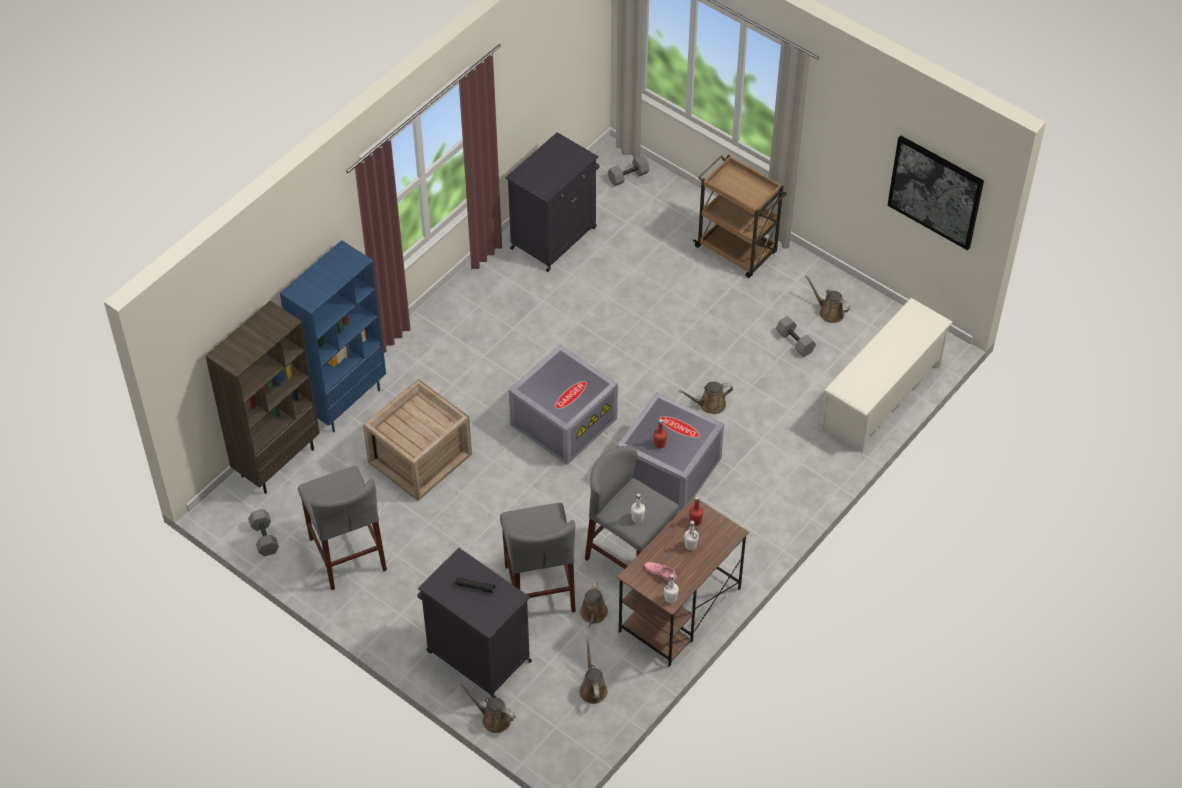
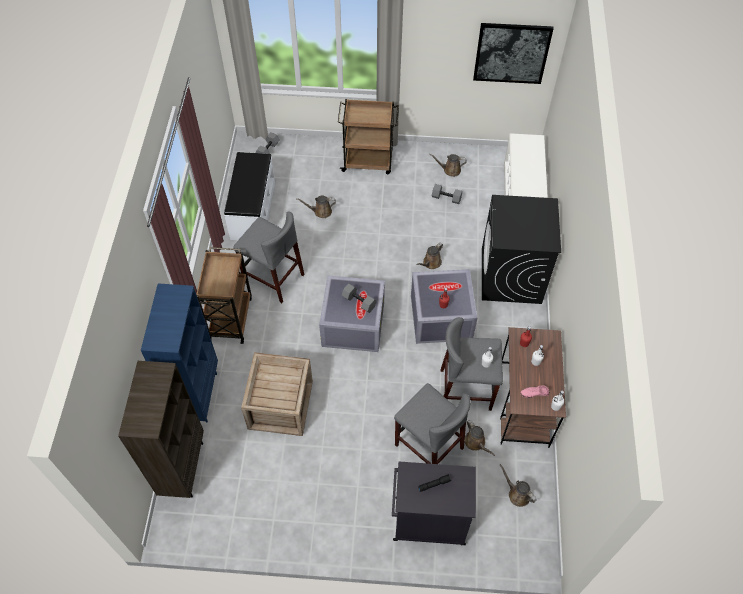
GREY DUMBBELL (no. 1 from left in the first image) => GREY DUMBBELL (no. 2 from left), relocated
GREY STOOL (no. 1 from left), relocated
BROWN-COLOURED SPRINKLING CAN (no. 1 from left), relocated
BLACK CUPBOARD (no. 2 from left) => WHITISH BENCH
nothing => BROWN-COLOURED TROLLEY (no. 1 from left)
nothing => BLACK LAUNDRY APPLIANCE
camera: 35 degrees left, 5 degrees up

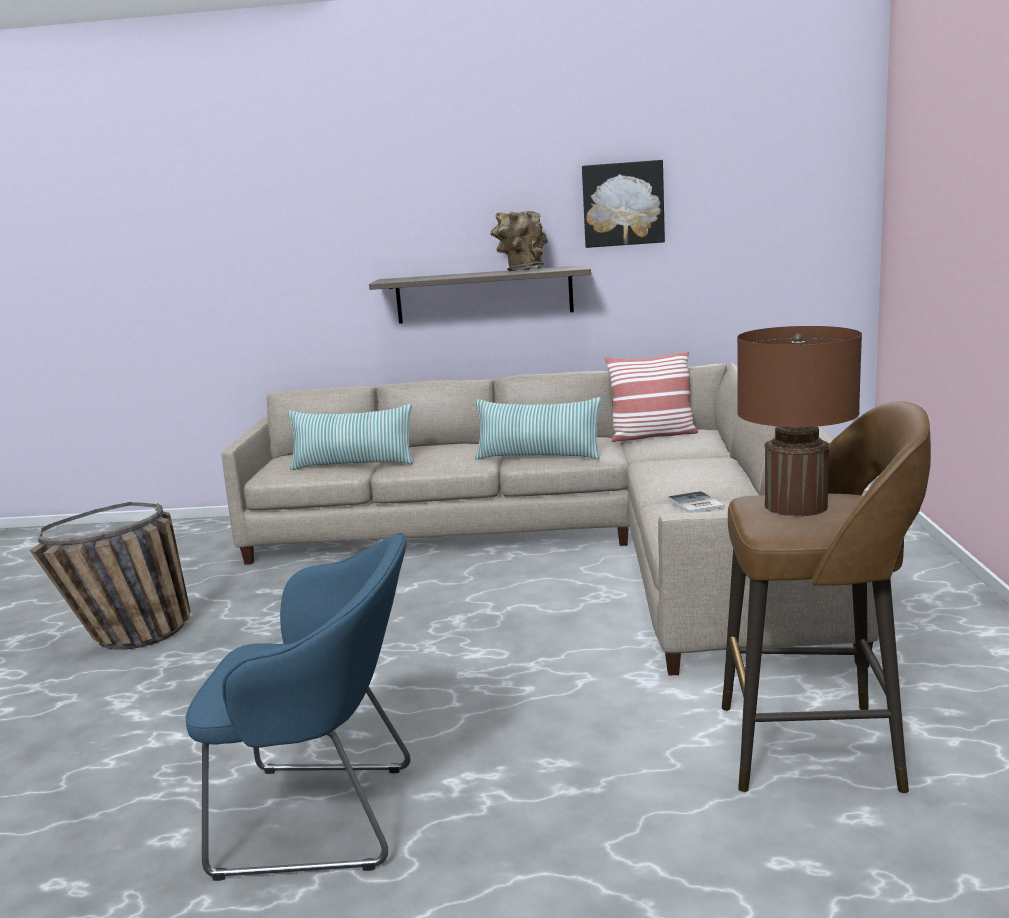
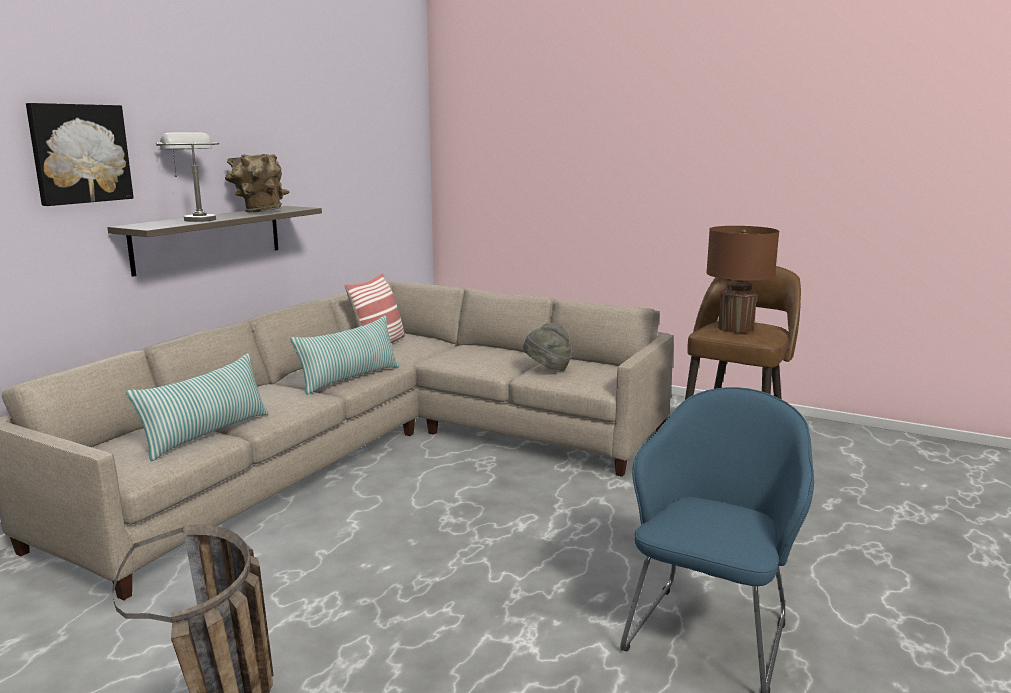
WALL ART, relocated
BOOK => GREY HAT
nothing => GREY LAMP FOR A TABLE
camera: 65 degrees left, 0 degrees up

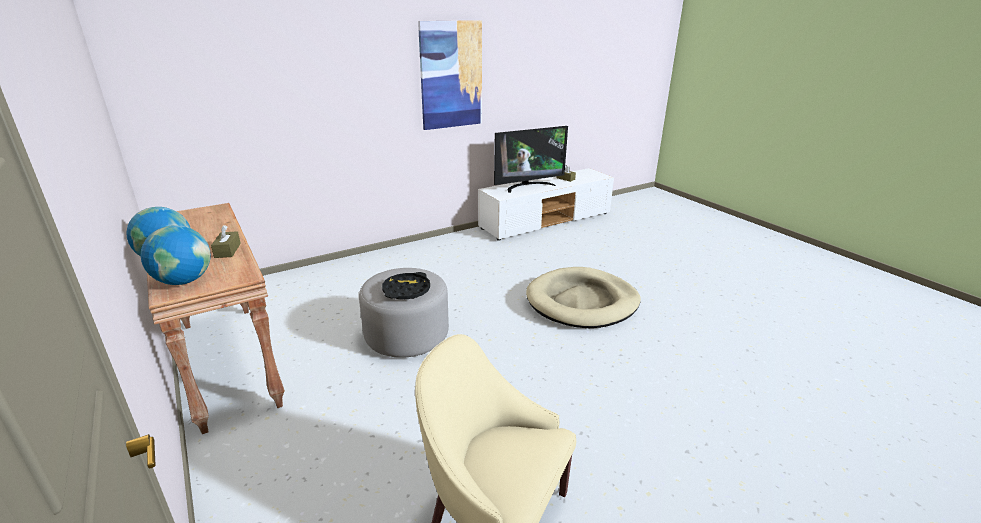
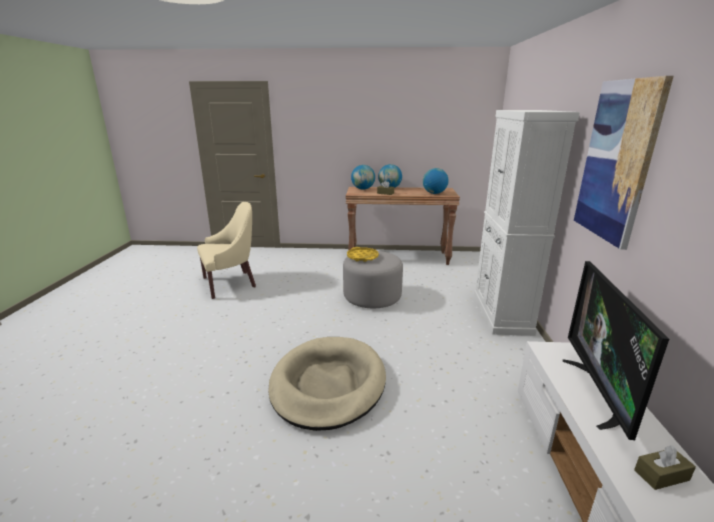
BLACK TRAY => YELLOW-COLOURED TRAY
nothing => GLOBE (no. 3 from left)
nothing => WHITISH CUPBOARD
camera: 125 degrees right, 5 degrees down

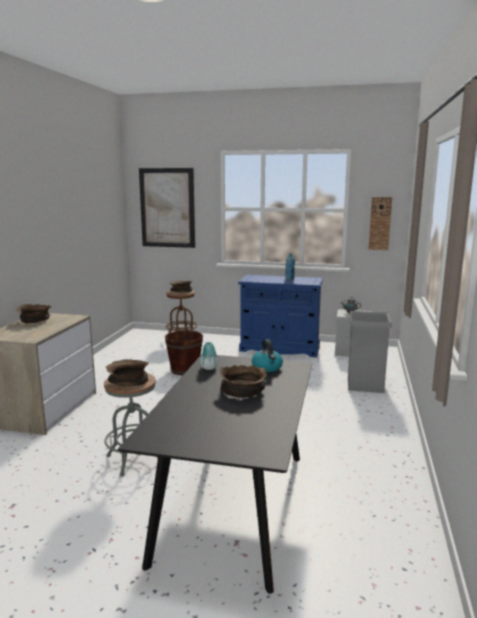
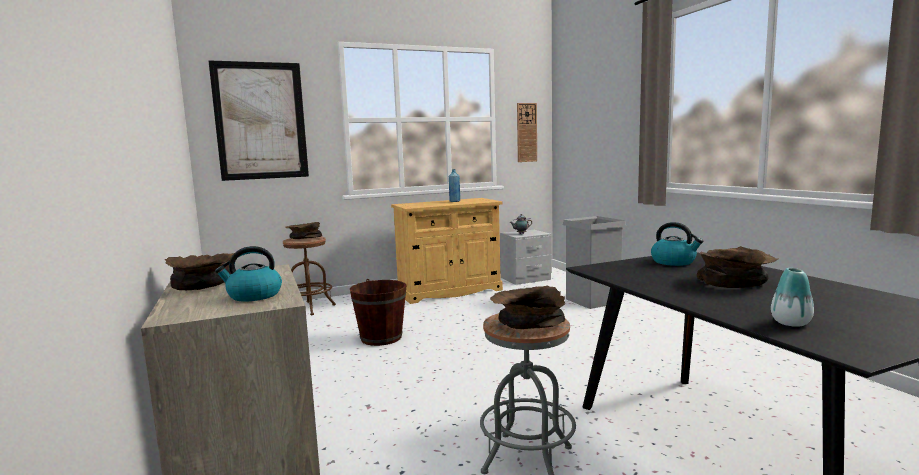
VASE, relocated
BLUE-COLOURED CUPBOARD => SAND-COLOURED CUPBOARD
nothing => KETTLE (no. 1 from left)
camera: 35 degrees left, 5 degrees down

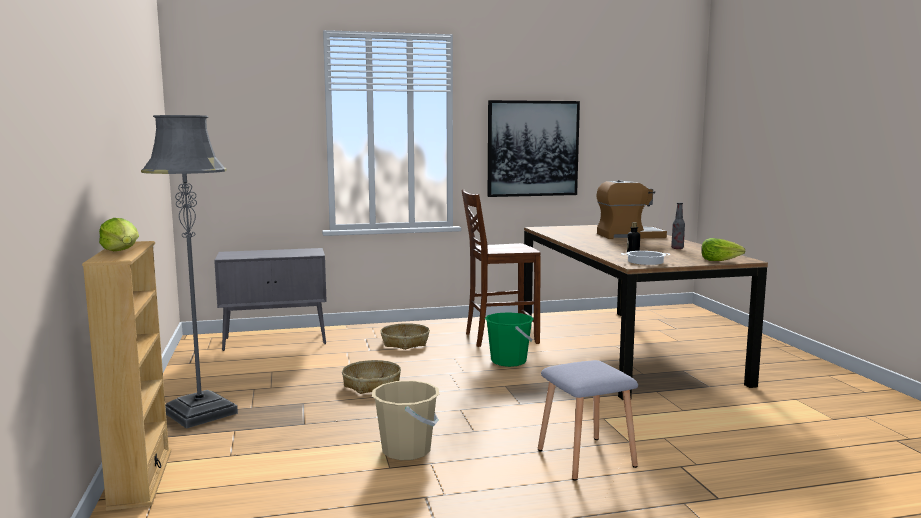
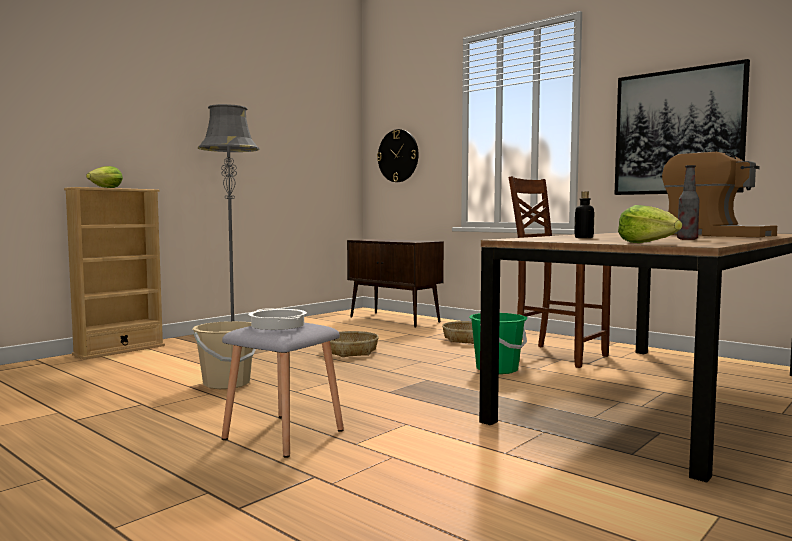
GREY CUPBOARD => BROWN-COLOURED CUPBOARD
STOCKPOT, relocated
nothing => WALL CLOCK
camera: 55 degrees right, 5 degrees down

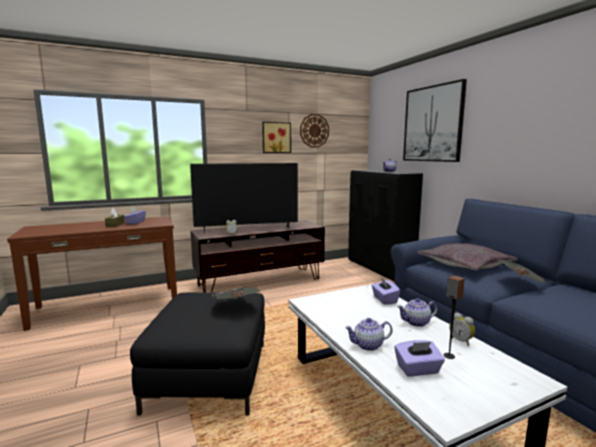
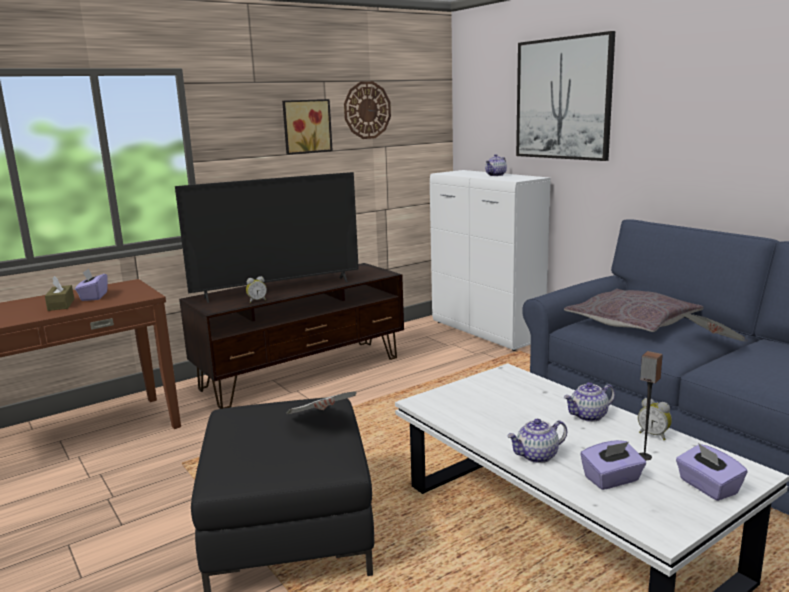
BLACK CUPBOARD => WHITISH CUPBOARD
PURPLISH BOX OF TISSUES (no. 2 from left in the first image) => PURPLISH BOX OF TISSUES (no. 3 from left), relocated
camera: 10 degrees left, 5 degrees up

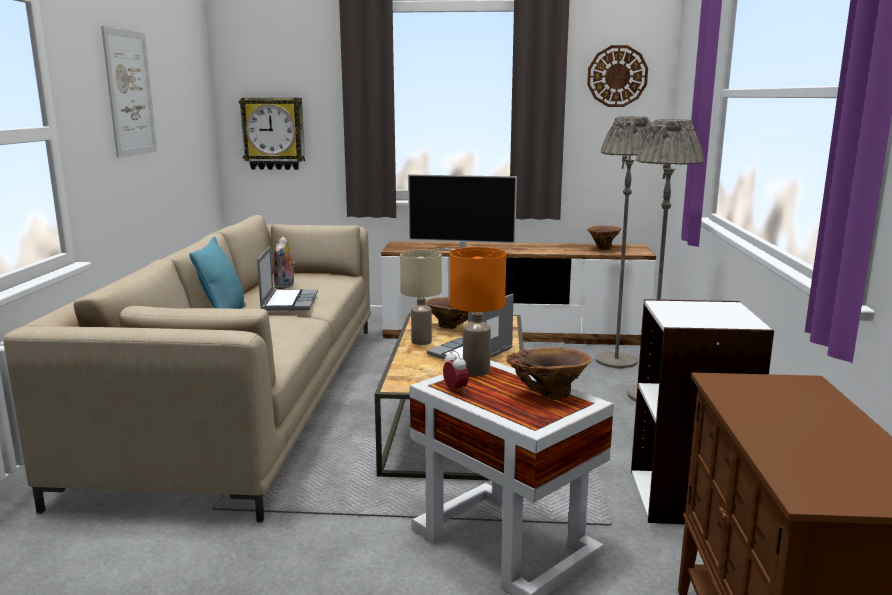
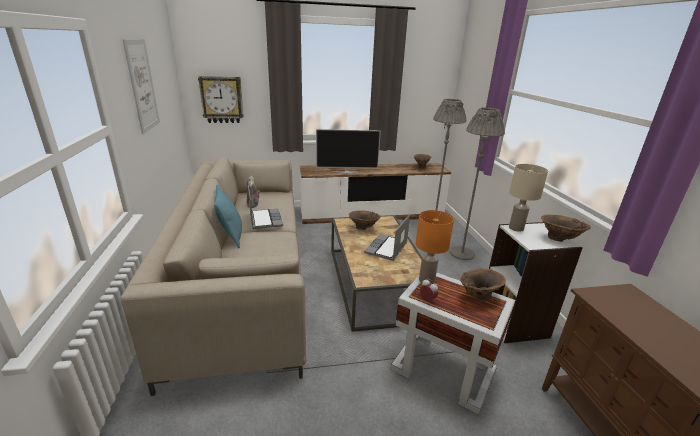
SAND-COLOURED LAMP FOR A TABLE, relocated
WALL CLOCK (no. 2 from left) => nothing
nothing => BROWN-COLOURED VASE (no. 4 from left)
camera: 15 degrees left, 10 degrees up

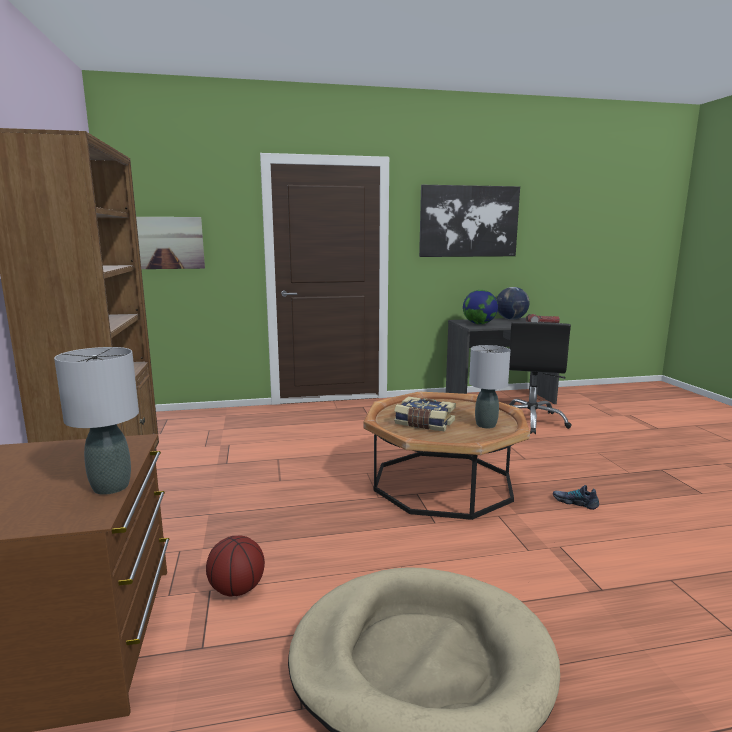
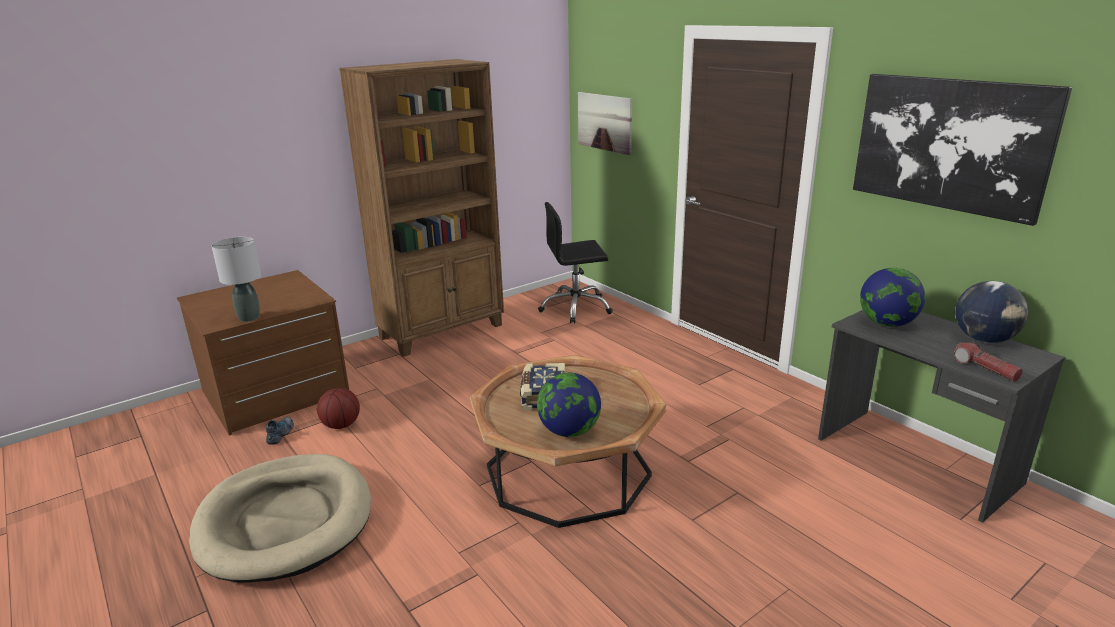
GREY LAMP FOR A TABLE (no. 2 from left) => GLOBE (no. 1 from left)
BLACK COMPUTER CHAIR, relocated
LOW SHOE, relocated
camera: 65 degrees right, 10 degrees up

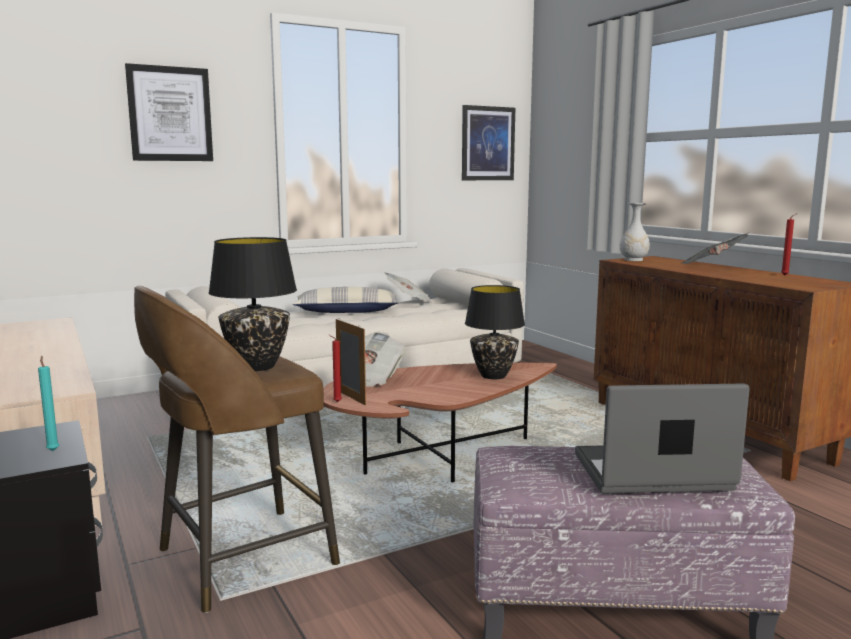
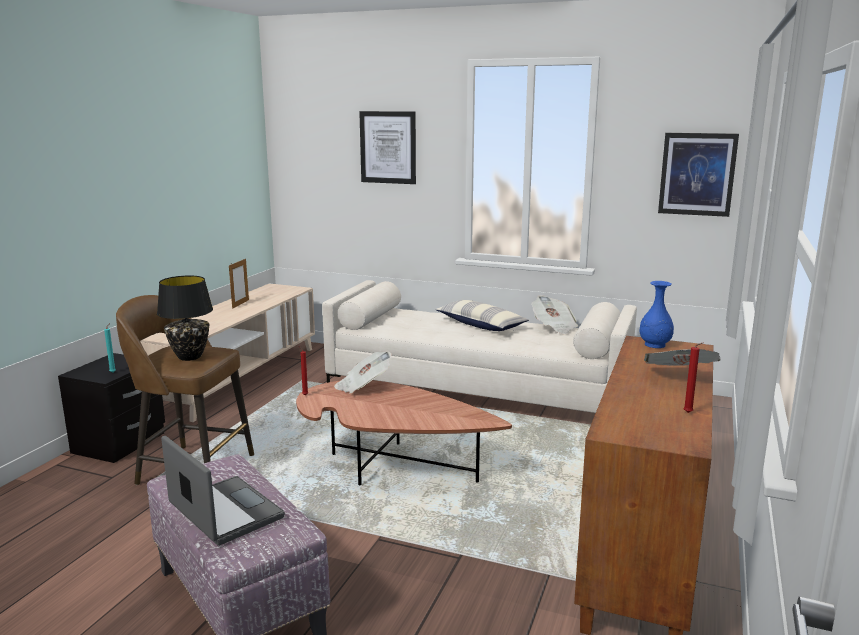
PHOTO FRAME, relocated
BLACK LAMP FOR A TABLE (no. 2 from left) => nothing
WHITISH VASE => BLUE-COLOURED VASE
camera: 50 degrees right, 5 degrees up

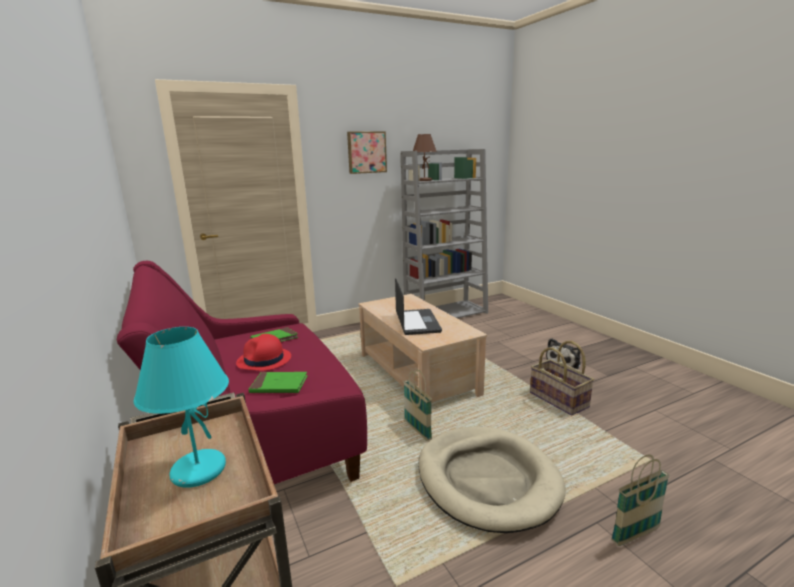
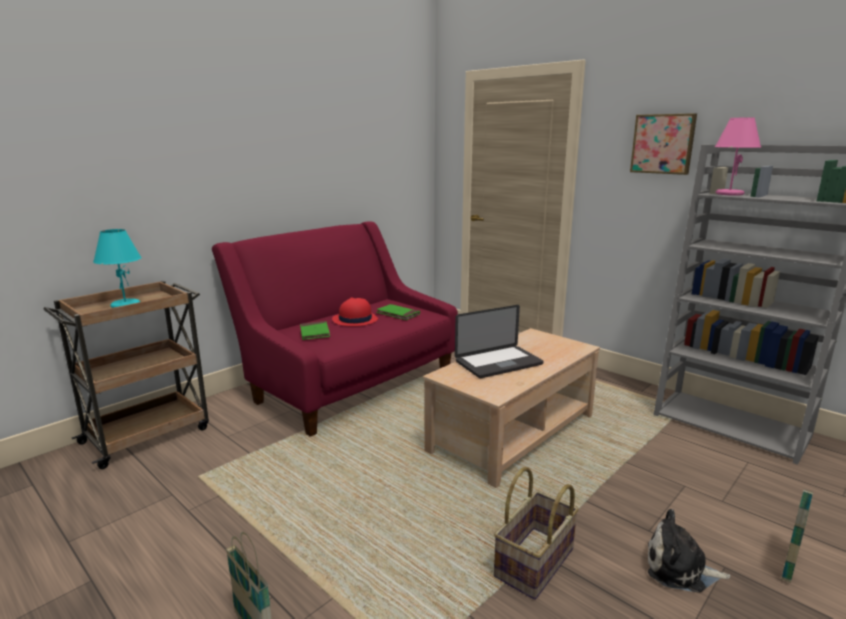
STORAGE BASKET (no. 1 from left in the first image) => STORAGE BASKET (no. 3 from left), relocated
BROWN-COLOURED LAMP FOR A TABLE => PINK LAMP FOR A TABLE
SAND-COLOURED PET BED => nothing
camera: 70 degrees right, 0 degrees up

